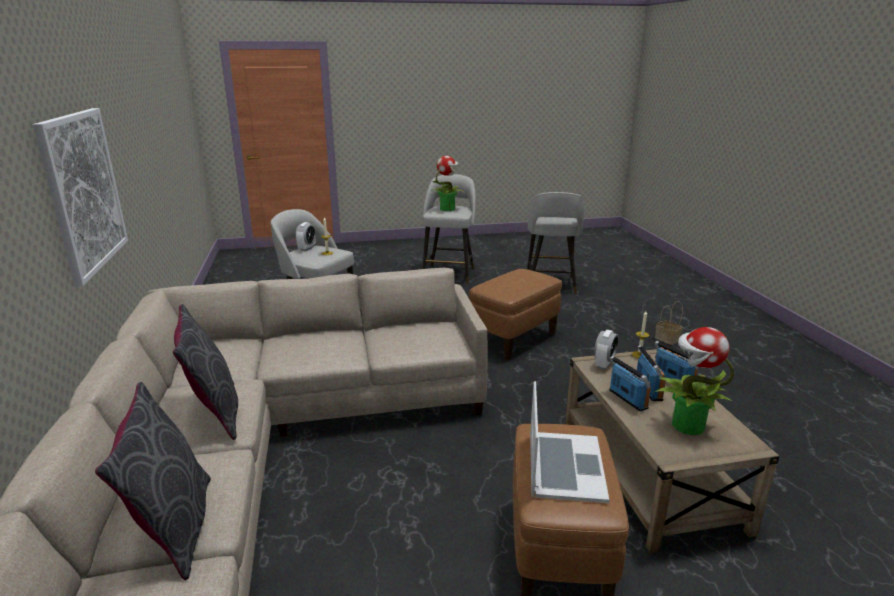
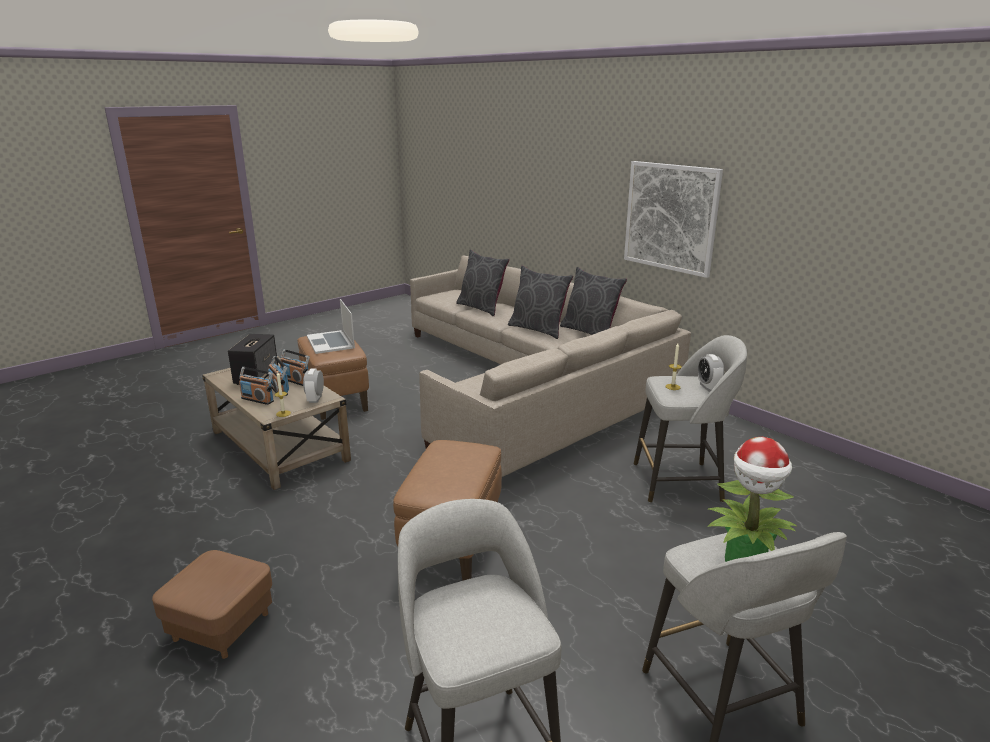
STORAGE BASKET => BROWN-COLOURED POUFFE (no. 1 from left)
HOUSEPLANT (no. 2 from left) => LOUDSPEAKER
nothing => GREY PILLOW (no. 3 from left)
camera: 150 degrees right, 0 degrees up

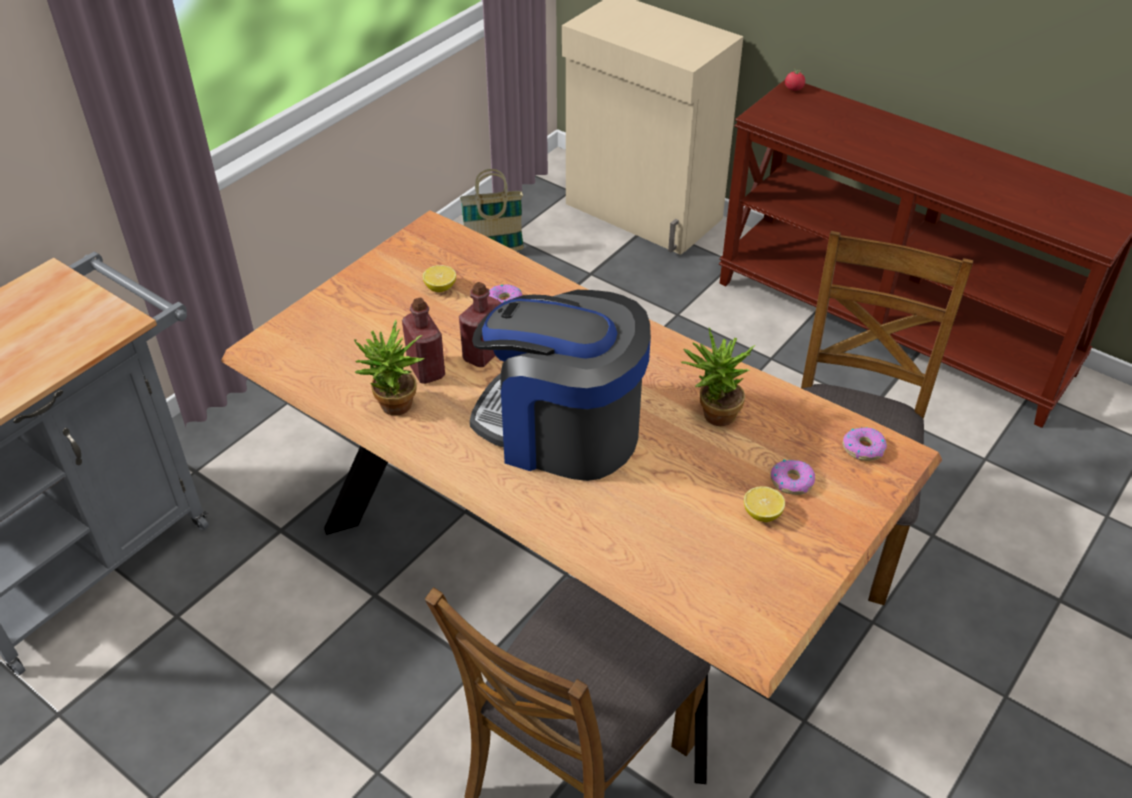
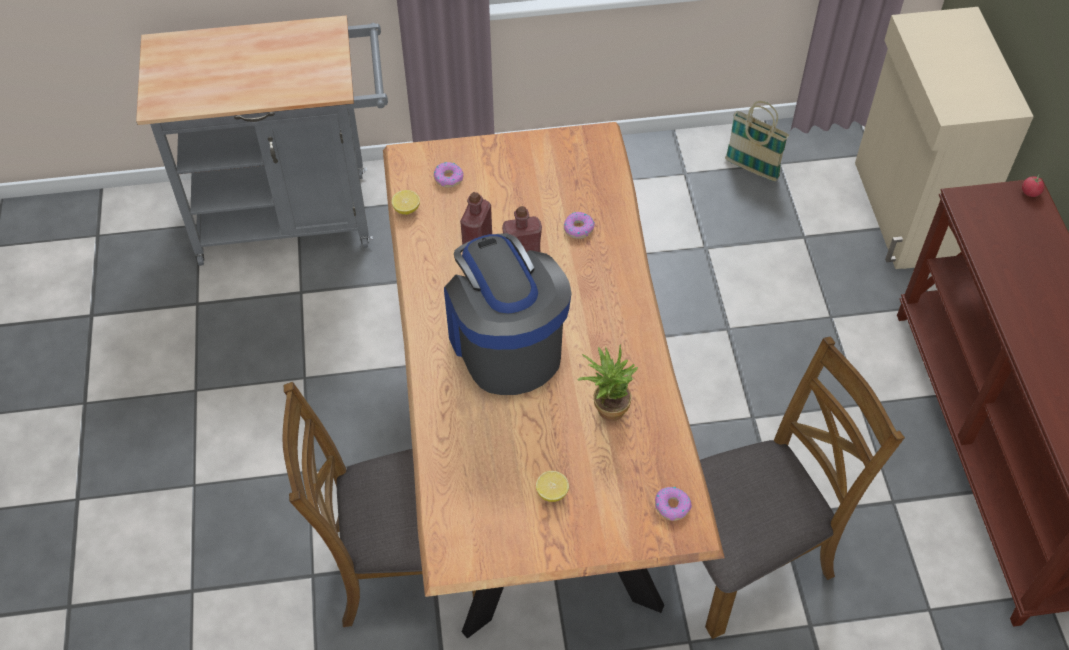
HOUSEPLANT (no. 1 from left) => nothing
CITRUS FRUIT (no. 1 from left), relocated
RING DOUGHNUT (no. 2 from left in the first image) => RING DOUGHNUT (no. 1 from left), relocated
camera: 45 degrees right, 10 degrees up

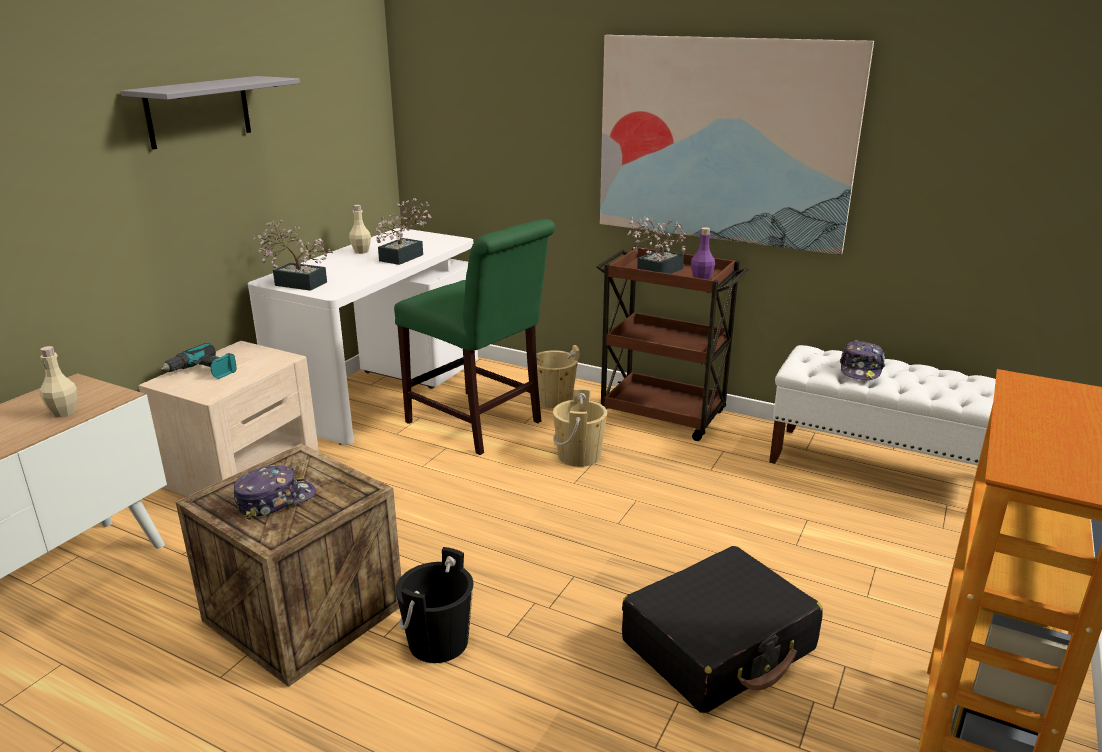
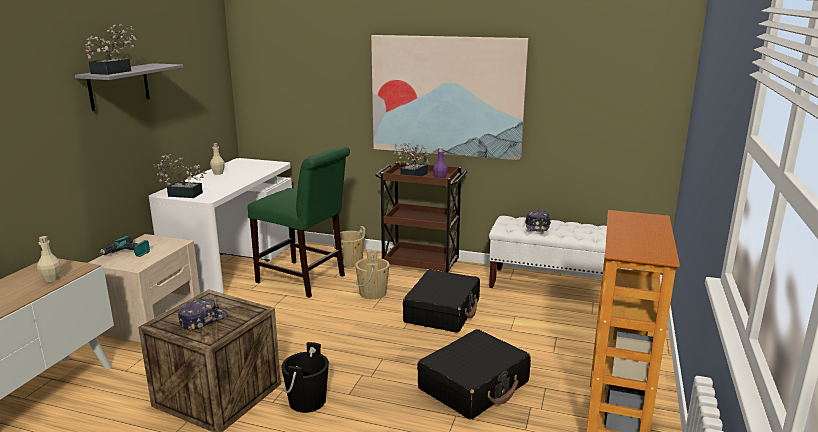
HOUSEPLANT (no. 2 from left in the first image) => HOUSEPLANT (no. 1 from left), relocated
nothing => BLACK PIECE OF LUGGAGE (no. 1 from left)
camera: 10 degrees left, 5 degrees down

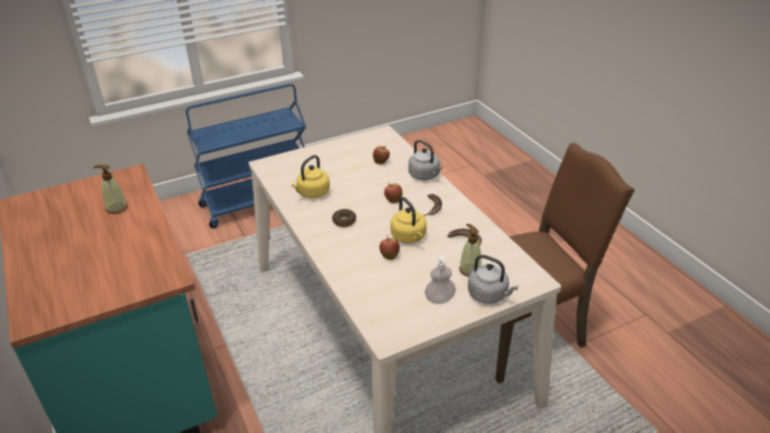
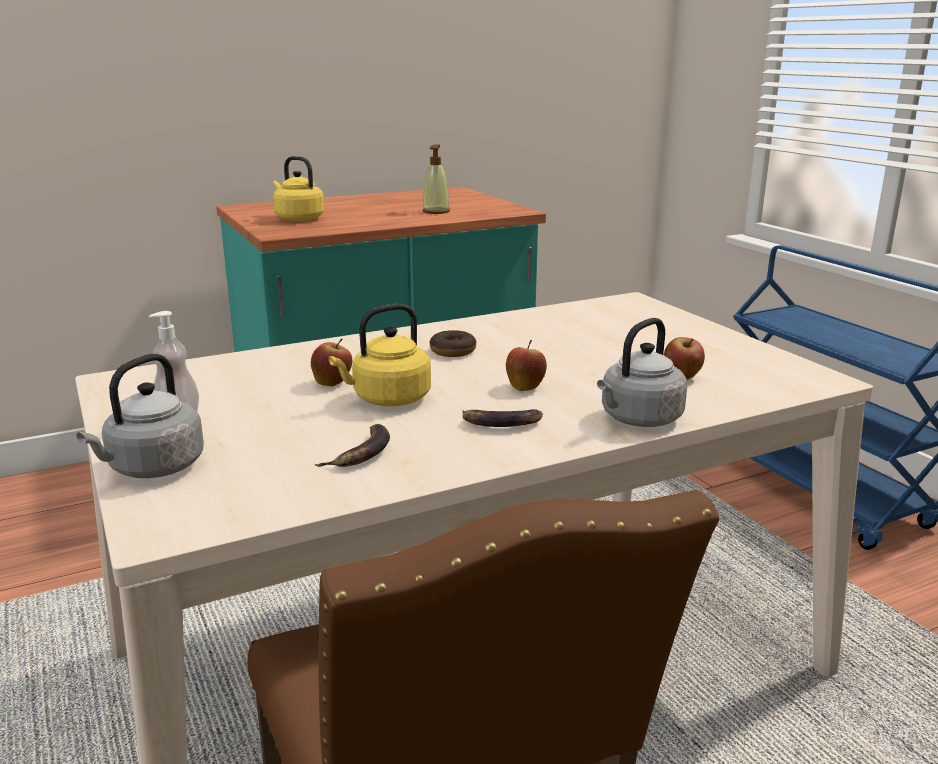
YELLOW-COLOURED KETTLE (no. 1 from left), relocated
SOAP BOTTLE (no. 3 from left) => nothing
camera: 90 degrees right, 15 degrees down

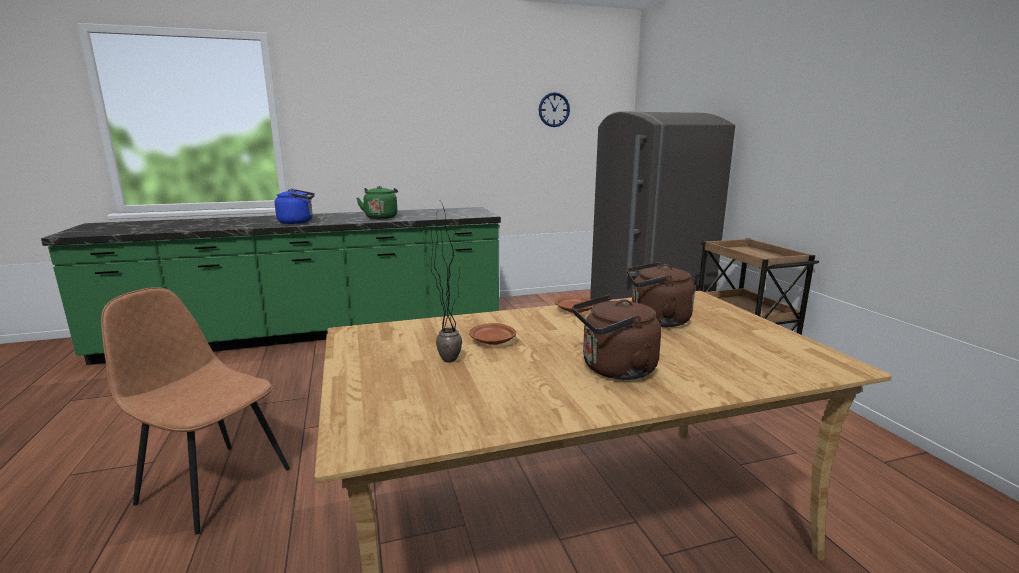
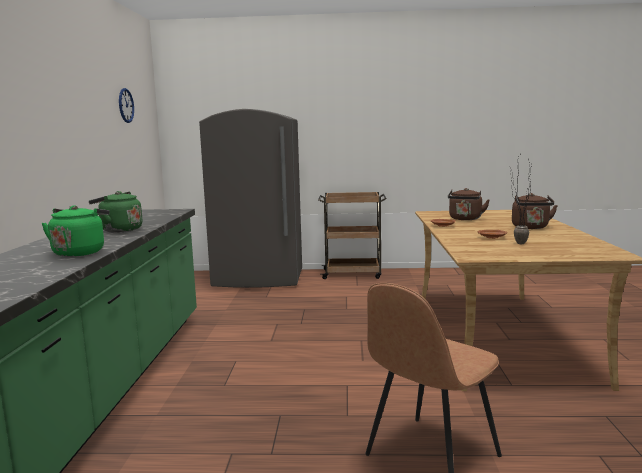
BLUE-COLOURED KETTLE => GREENISH KETTLE (no. 1 from left)
camera: 70 degrees left, 5 degrees down

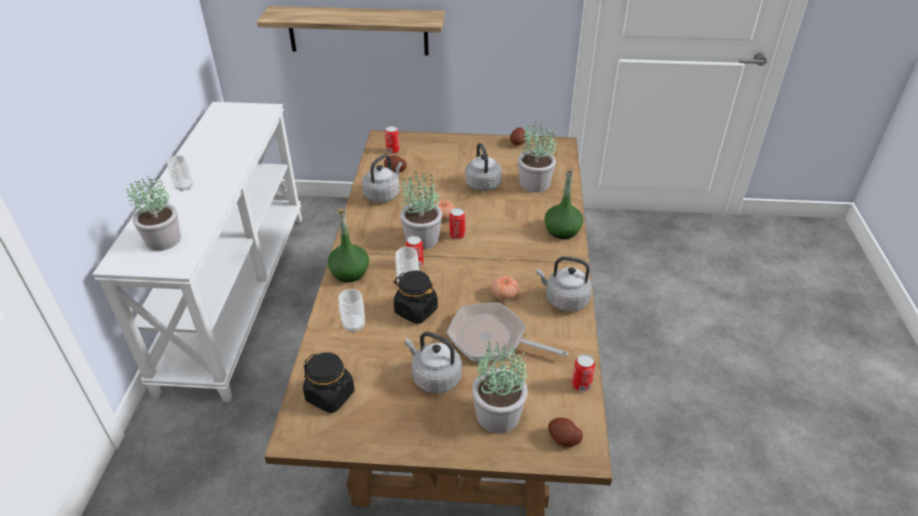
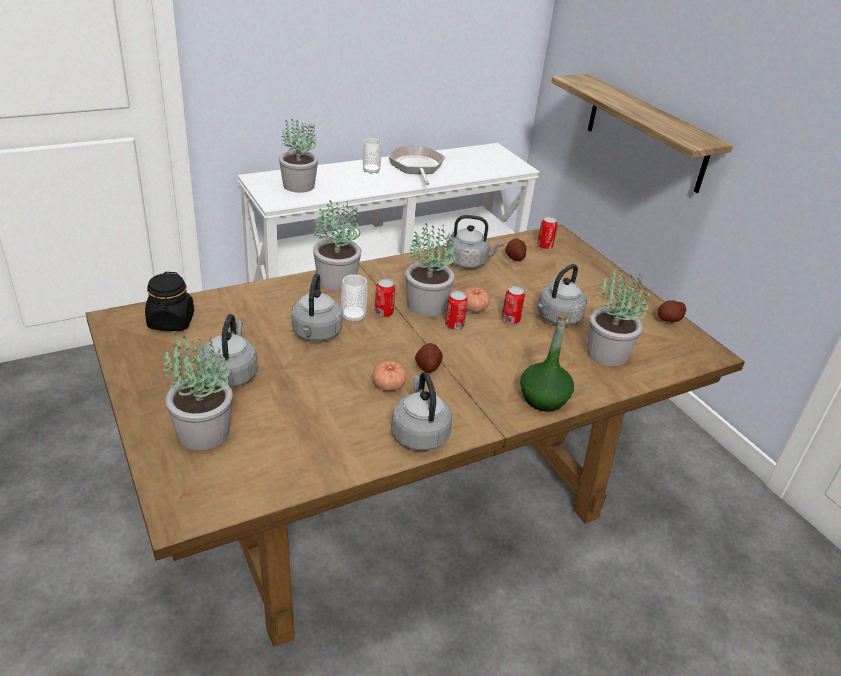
GREENISH BEVERAGE BOTTLE (no. 1 from left) => HOUSEPLANT (no. 3 from left)
DRINKING CUP (no. 2 from left) => nothing
BLACK JAR (no. 2 from left) => GREY KETTLE (no. 2 from left)
SKILLET, relocated
SPUD (no. 3 from left in the first image) => SPUD (no. 1 from left), relocated
SEALED CAN (no. 4 from left in the first image) => SEALED CAN (no. 3 from left), relocated
camera: 55 degrees right, 5 degrees down

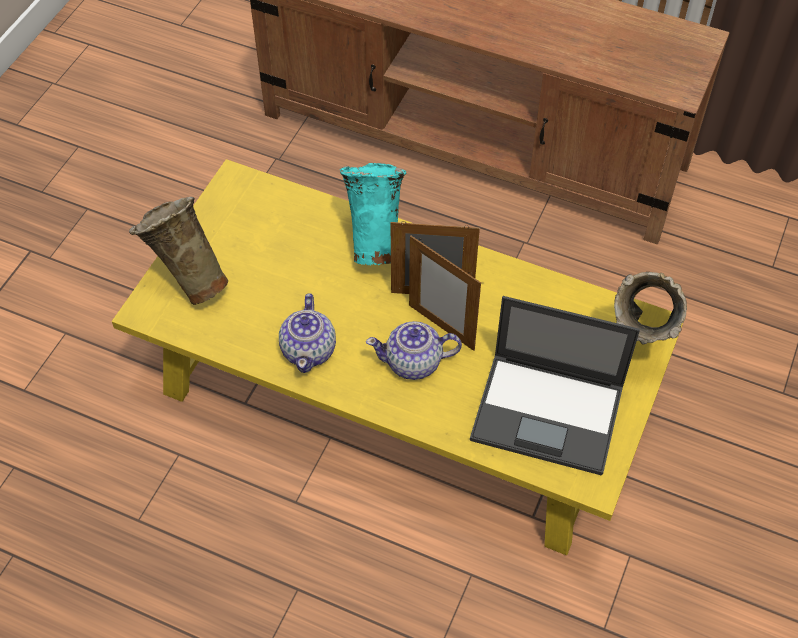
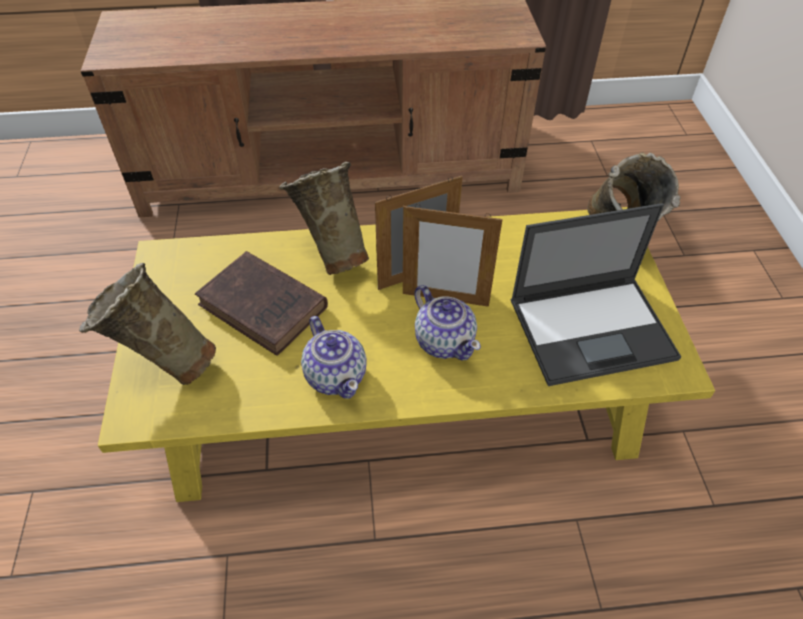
TURQUOISE-COLOURED VASE => SAND-COLOURED VASE (no. 2 from left)
TEA POT (no. 2 from left), 90 degrees counterclockwise
nothing => BROWN-COLOURED BOOK
camera: 30 degrees left, 5 degrees down

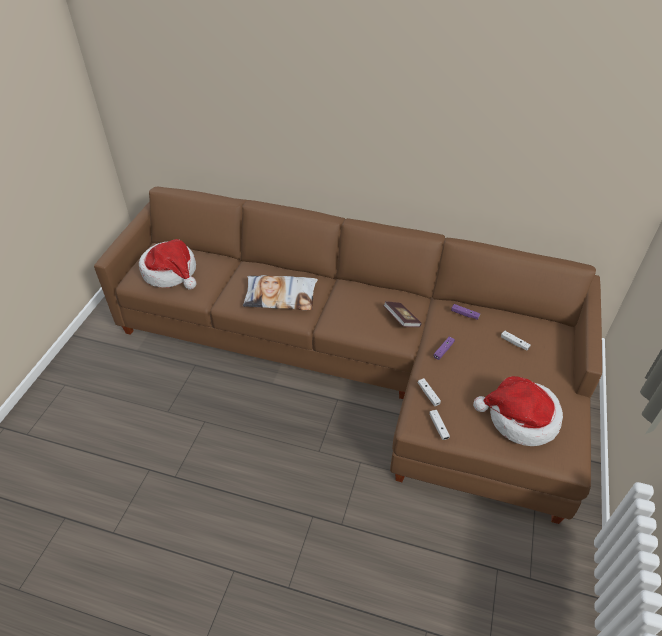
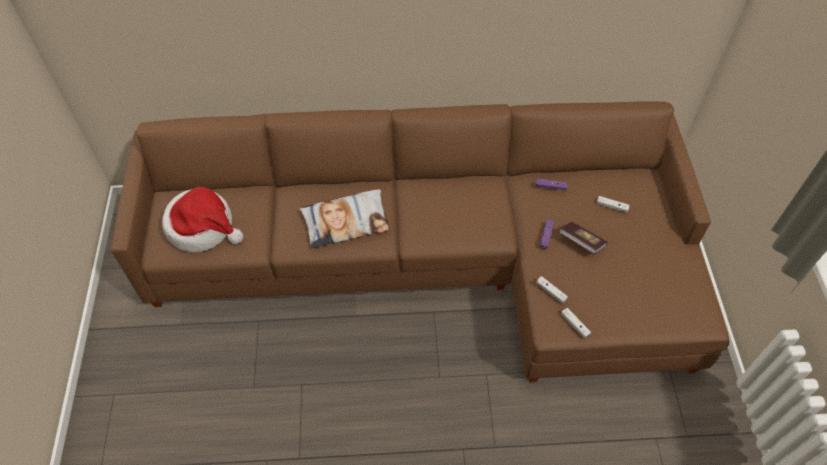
BOOK, relocated
HAT (no. 2 from left) => nothing
camera: 20 degrees left, 10 degrees up

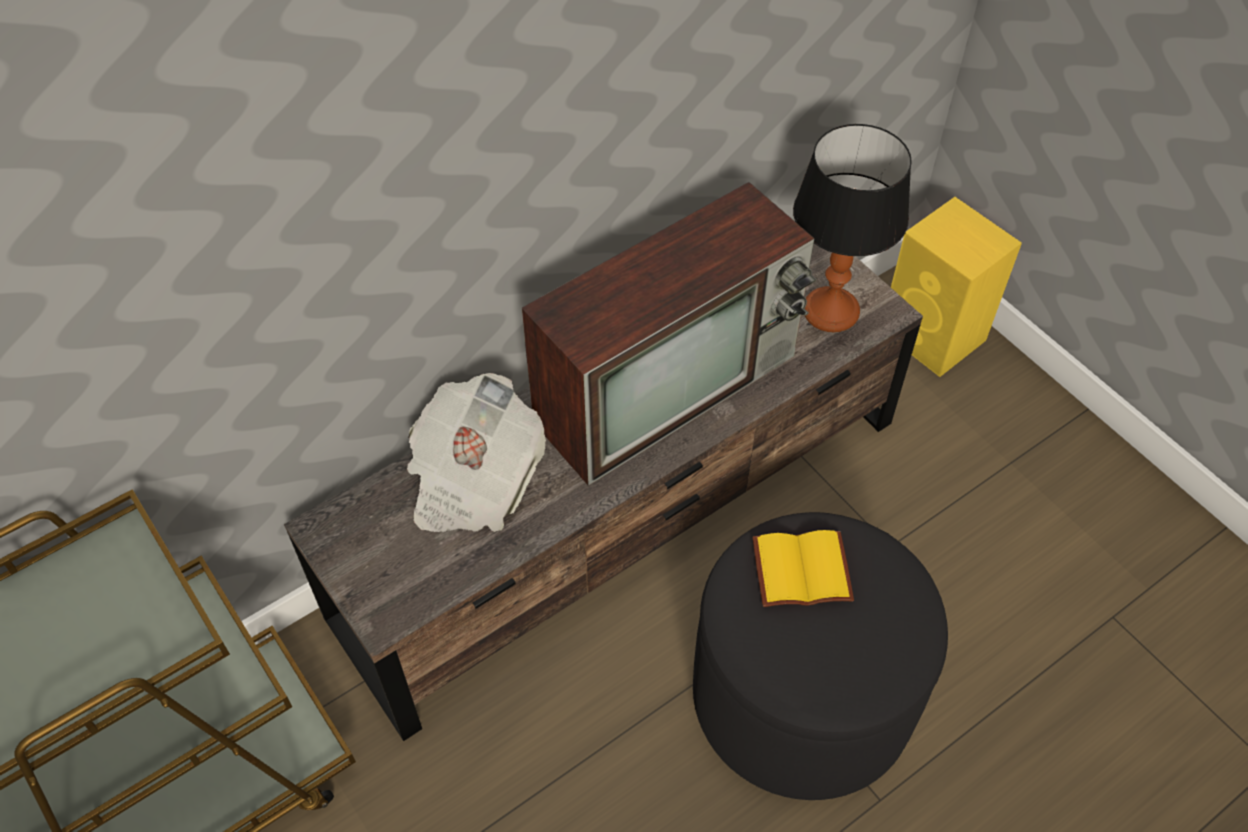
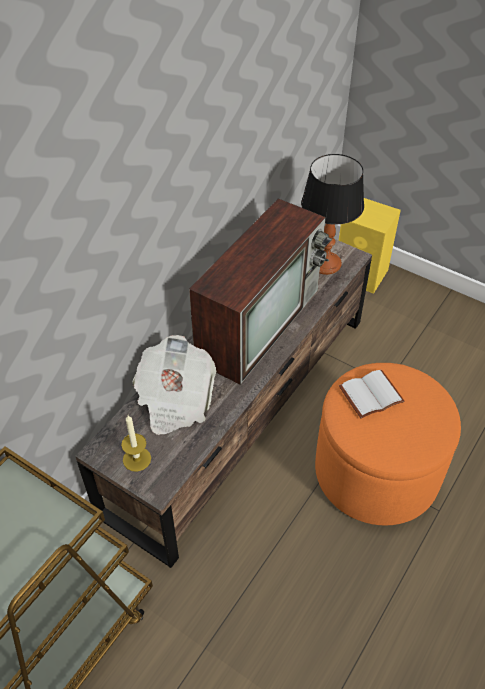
BLACK POUFFE => ORANGE-COLOURED POUFFE
YELLOW-COLOURED BOOK => WHITISH BOOK
nothing => CANDLE
camera: 20 degrees left, 5 degrees down

